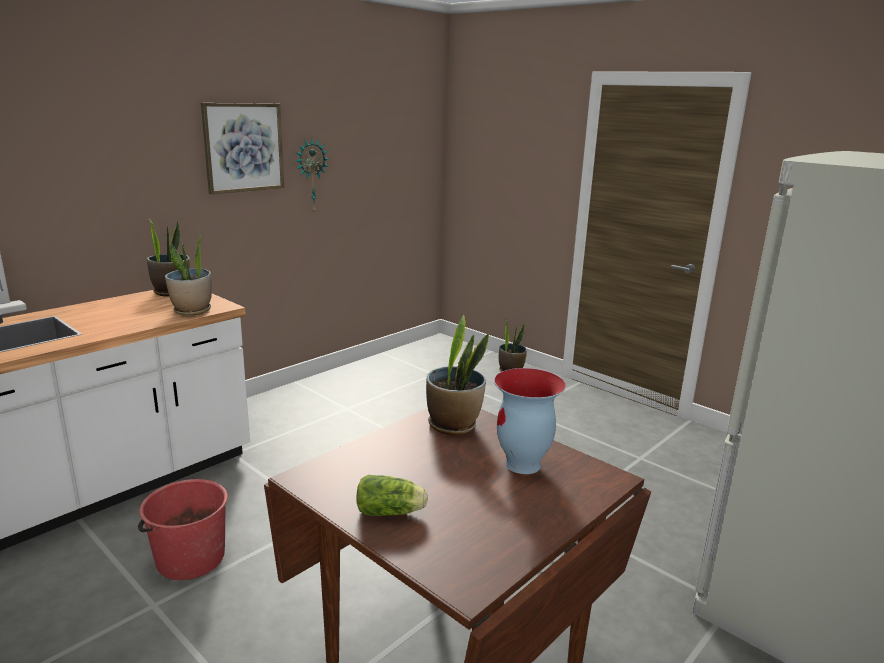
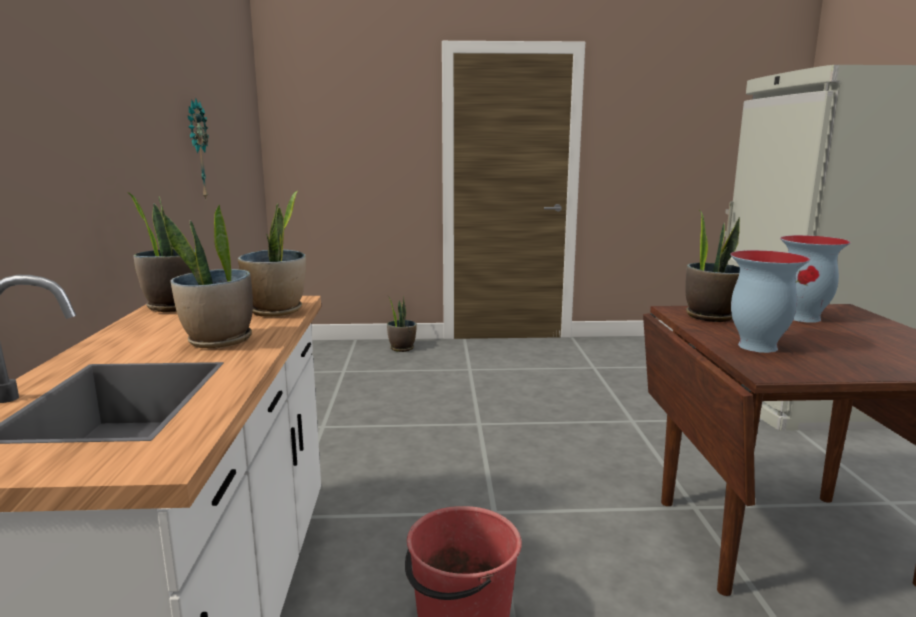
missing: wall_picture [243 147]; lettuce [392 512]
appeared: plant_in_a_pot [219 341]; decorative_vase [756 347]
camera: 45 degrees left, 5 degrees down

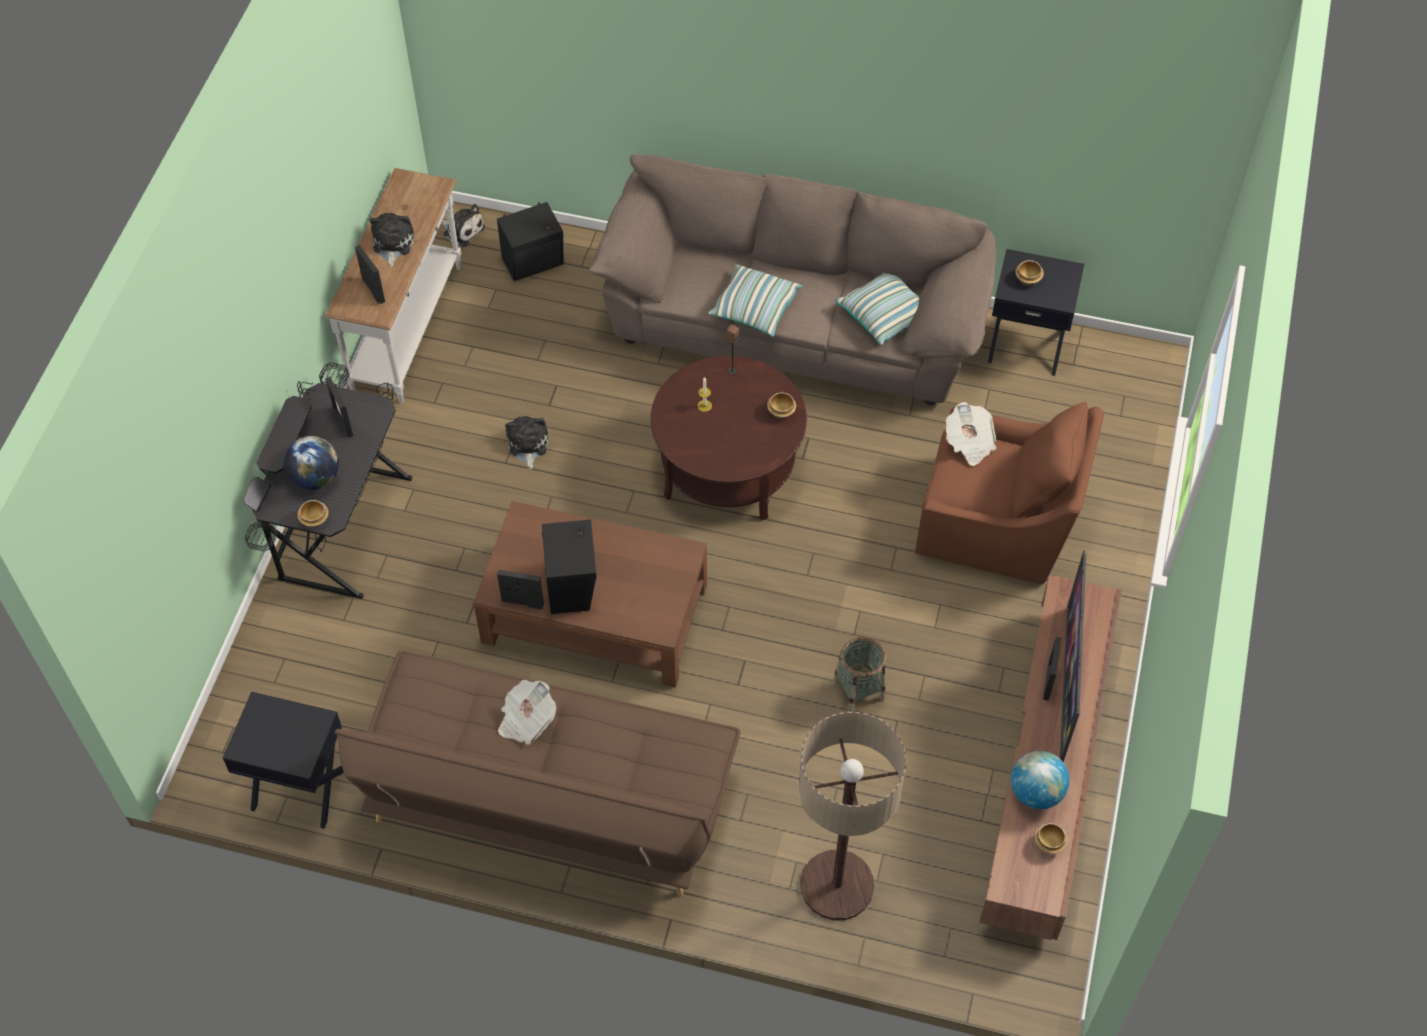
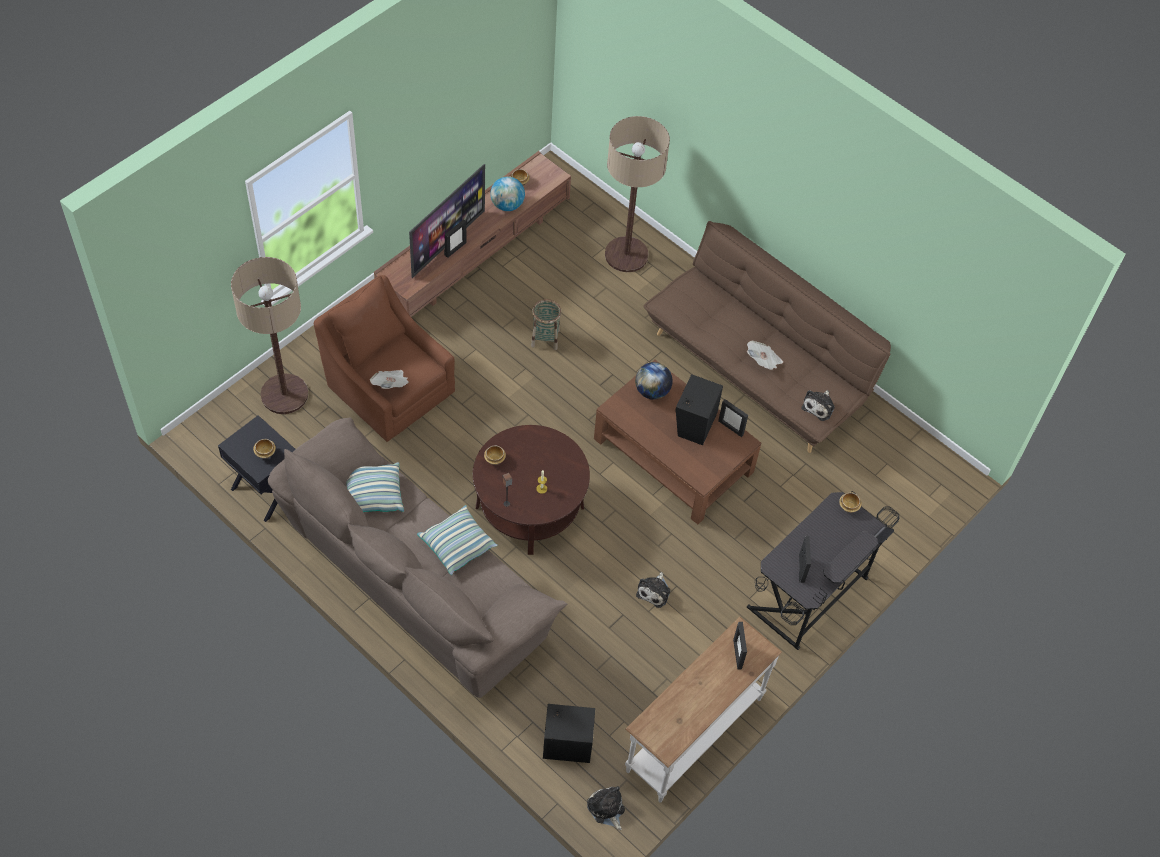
missing: blackish_side_table [300 788]
appeared: floor_lamp [284 394]
relocated: globe [315 478] to [652 391]; cuddly_toy [392 244] to [819 406]
camera: 155 degrees left, 0 degrees up

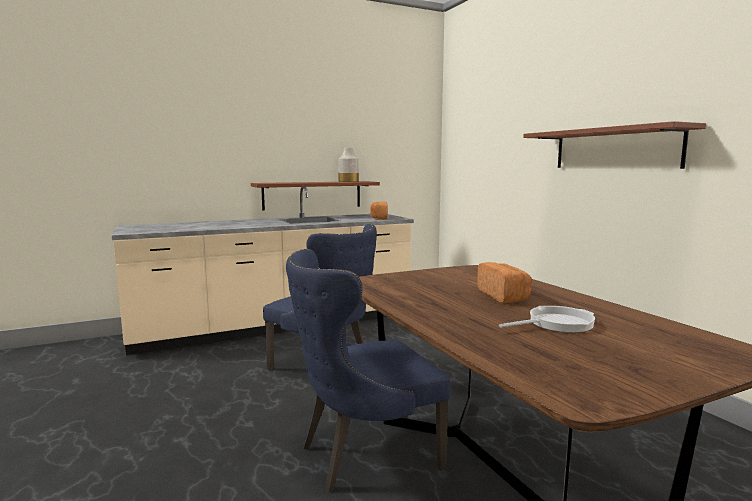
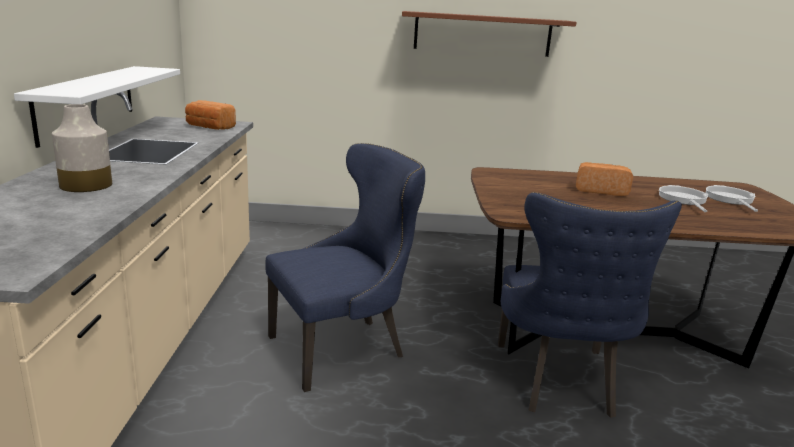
appeared: frying_pan [730 199]
relocated: sand-coloured_decorative_vase [348 181] to [86 184]
colour: brown-coloured_bracket_shelf [312 195] to white_bracket_shelf [87 102]
camera: 65 degrees left, 10 degrees up

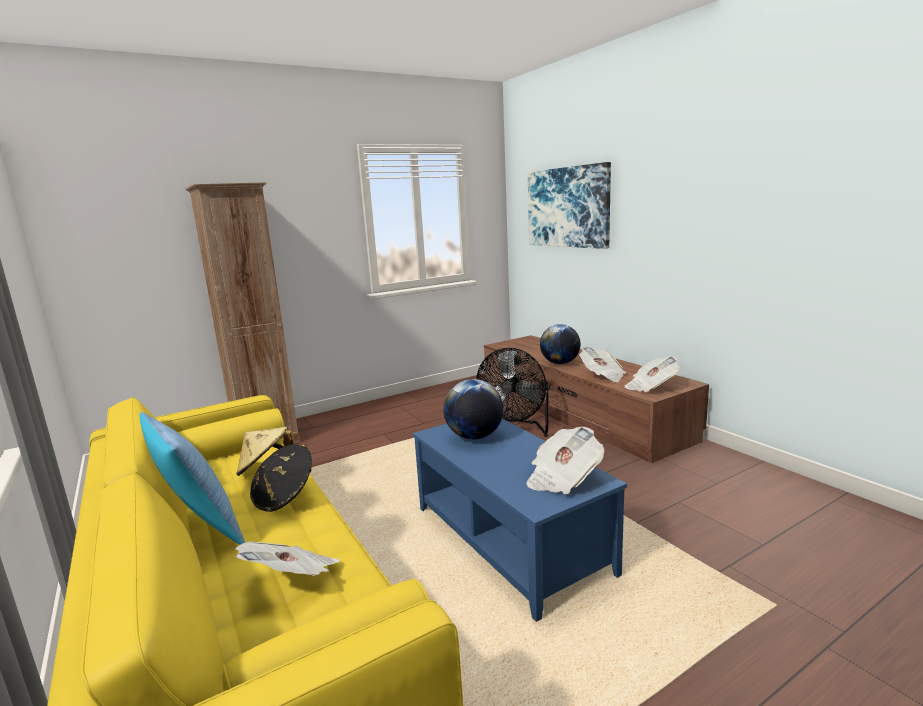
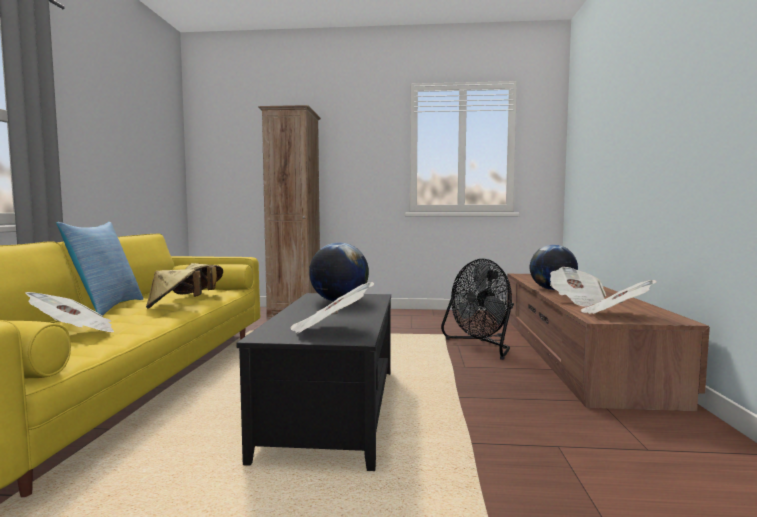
missing: wall_picture [567 207]
colour: blackish_wearable_hat [284 496] to sand-coloured_wearable_hat [172 306]; bluish_low_table [508 540] to blackish_low_table [331 410]
camera: 35 degrees right, 10 degrees down

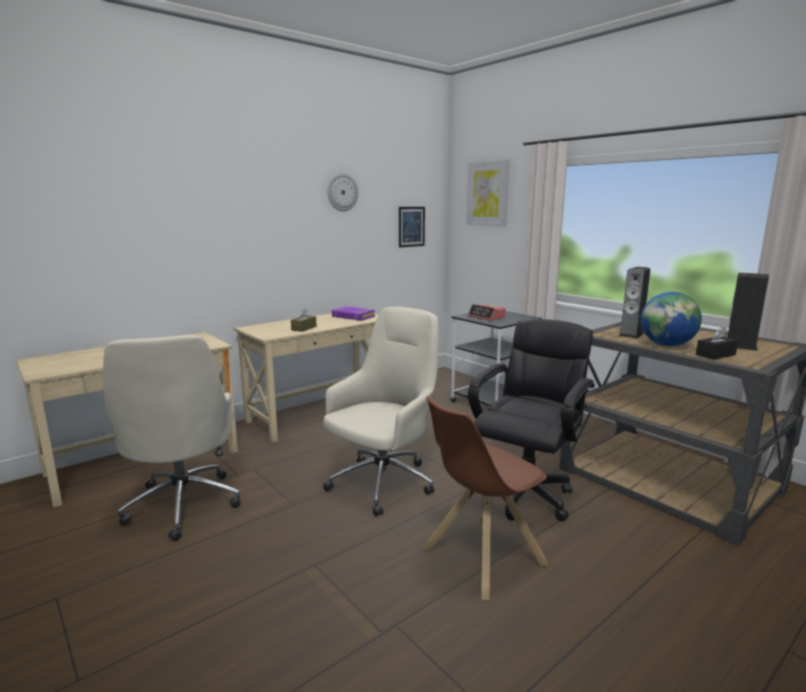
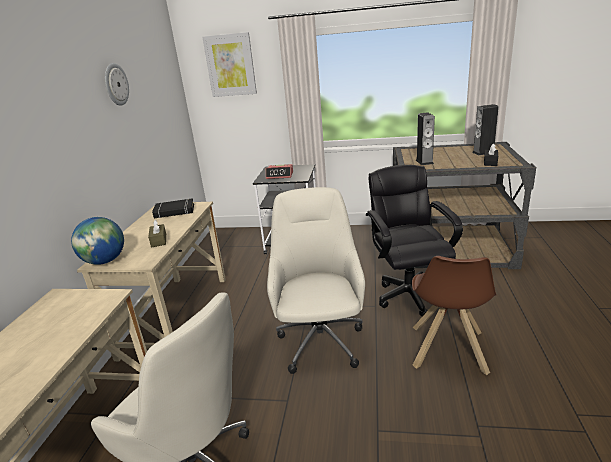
missing: wall_picture [411 226]
relocated: globe [667 345] to [105 261]
colour: purplish_volume [353 317] to blackish_volume [174 211]
camera: 40 degrees left, 10 degrees up

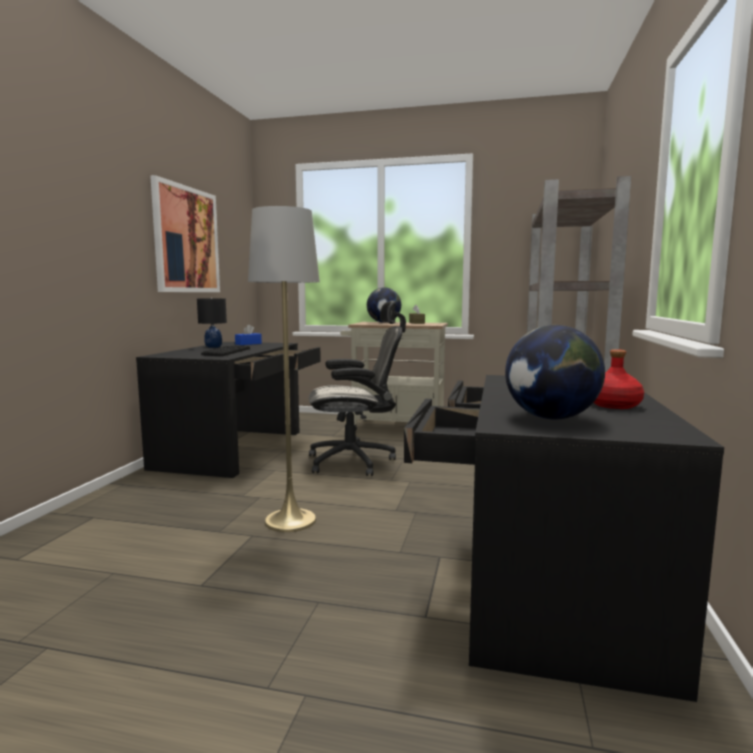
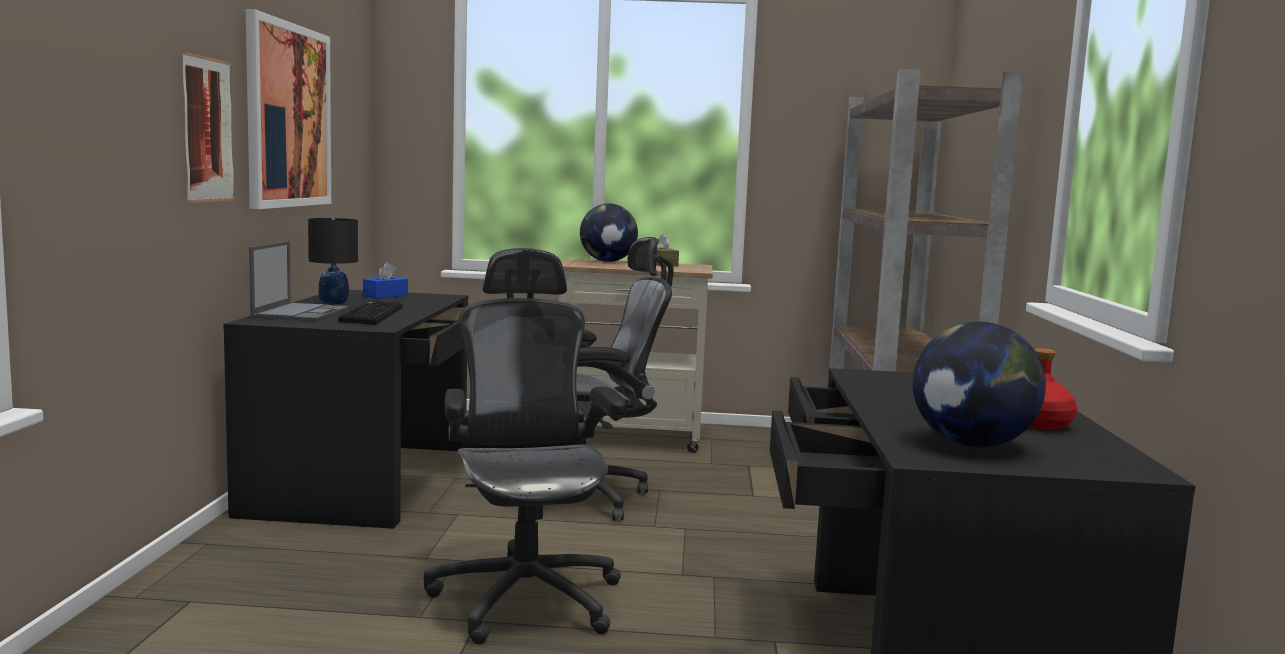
appeared: wall_picture [207 130]; notebook_computer [301 313]
exchanged: gray_floor_lamp [290 520] to office_chair [526 595]
camera: 10 degrees left, 0 degrees up

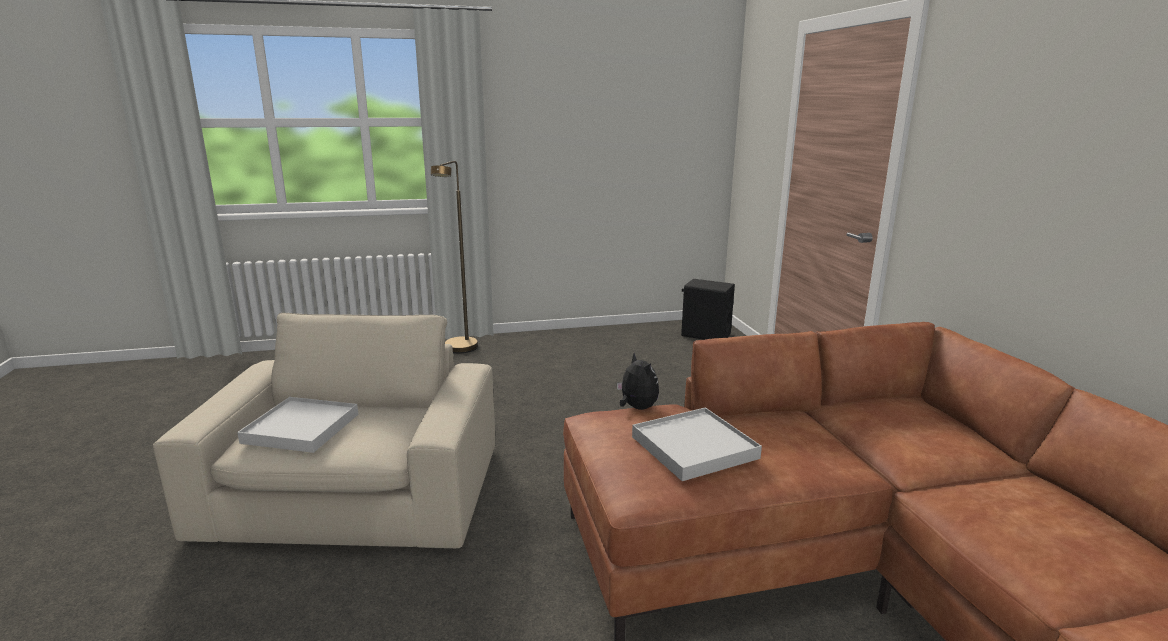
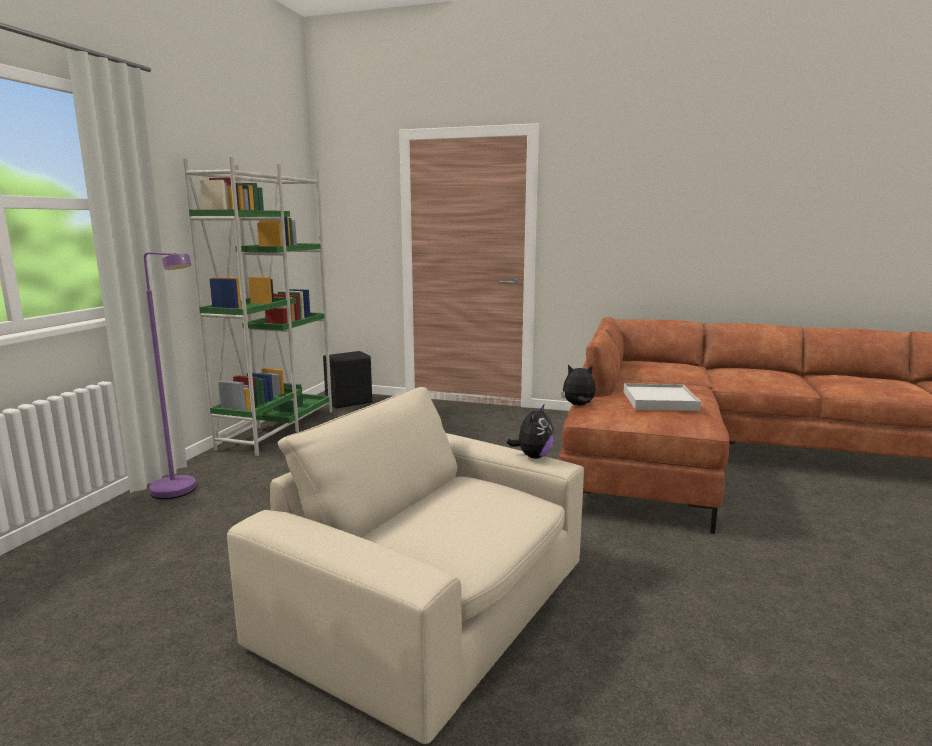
missing: white_serving_tray [301 428]
appeared: green-coloured_bookcase [278 429]; cuddly_toy [533 456]
colour: brown-coloured_floor_lamp [459 351] to purplish_floor_lamp [181 492]
camera: 60 degrees left, 5 degrees down

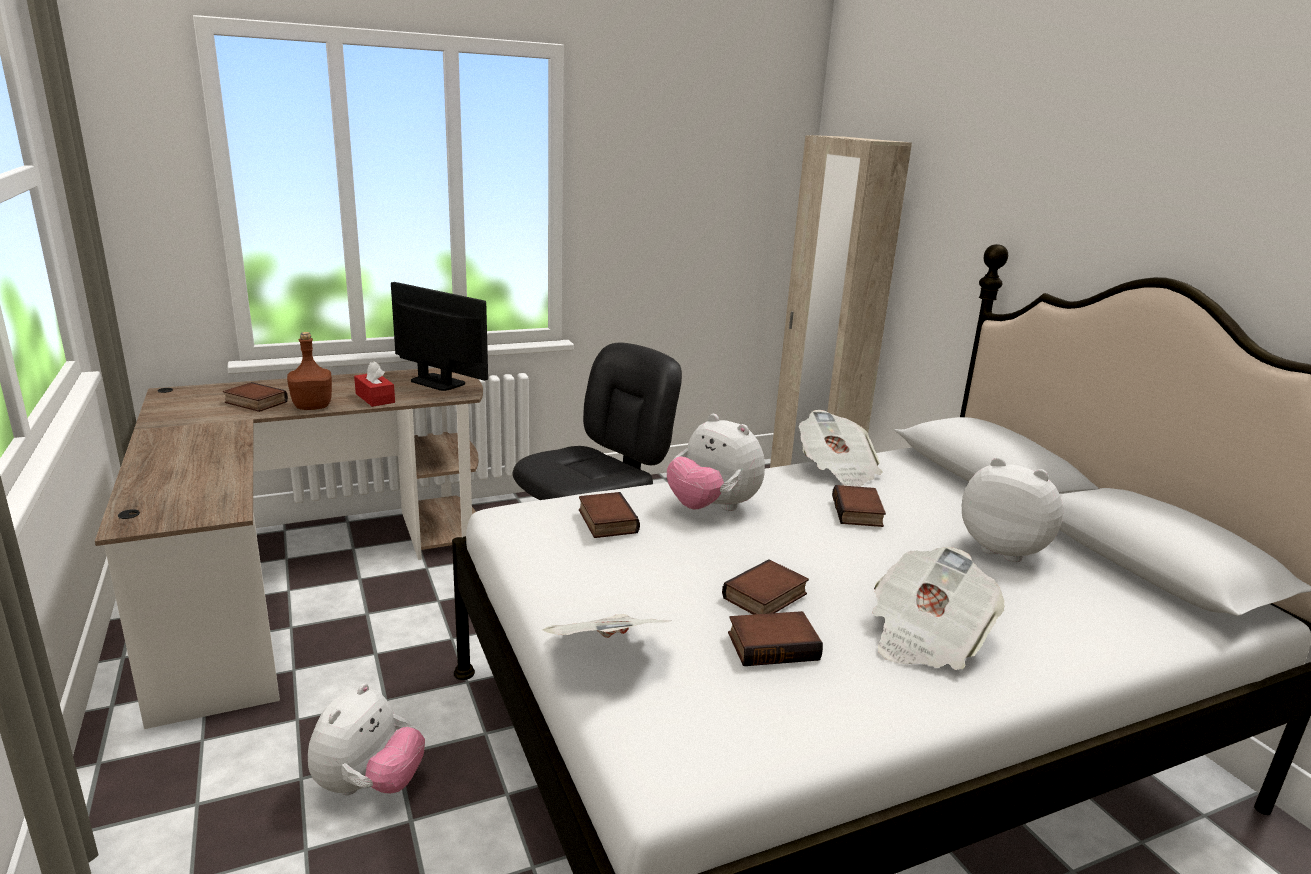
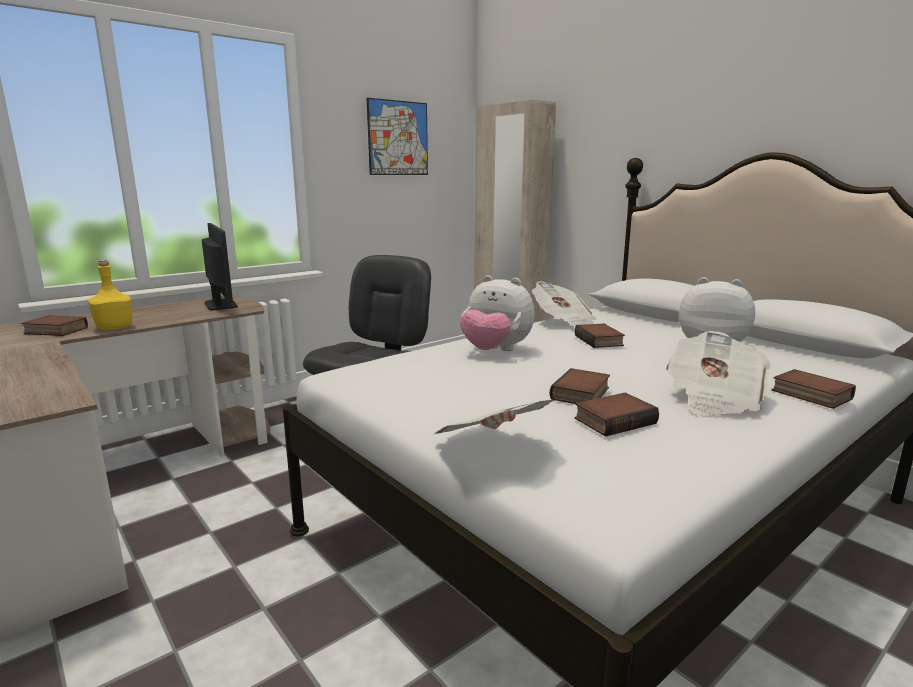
missing: cuddly_toy [369 785]; reddish_tissue_holder [375 398]
appeared: wall_picture [398 138]
relocated: volume [605 521] to [809 395]
colour: brown-coloured_beverage_bottle [313 407] to yellow_beverage_bottle [115 328]
spun: computer_display [437 382] = [220 305] 45 degrees clockwise
camera: 15 degrees left, 5 degrees down

